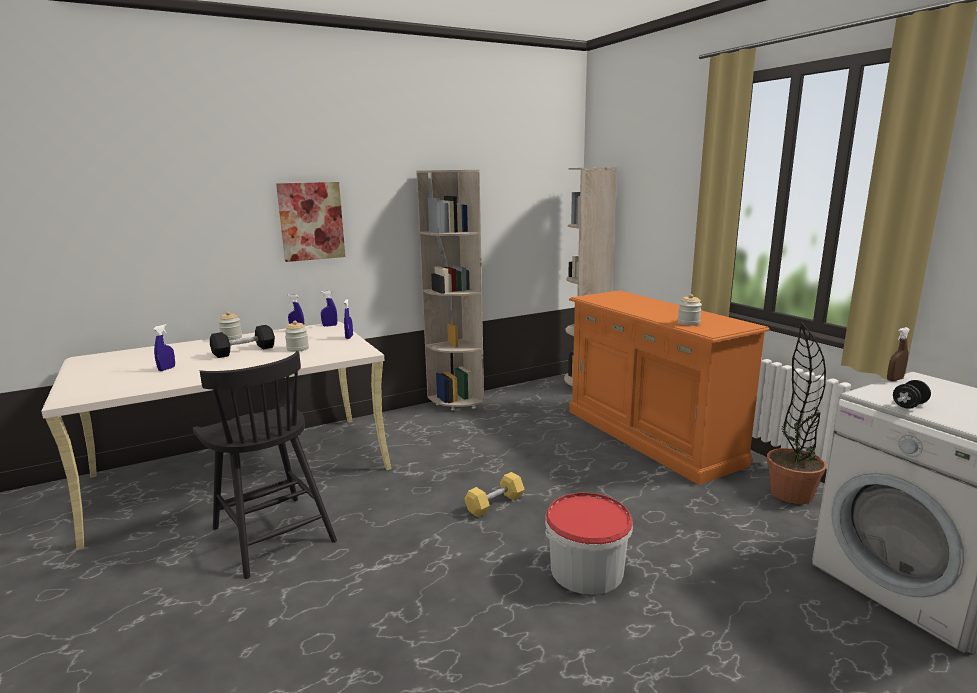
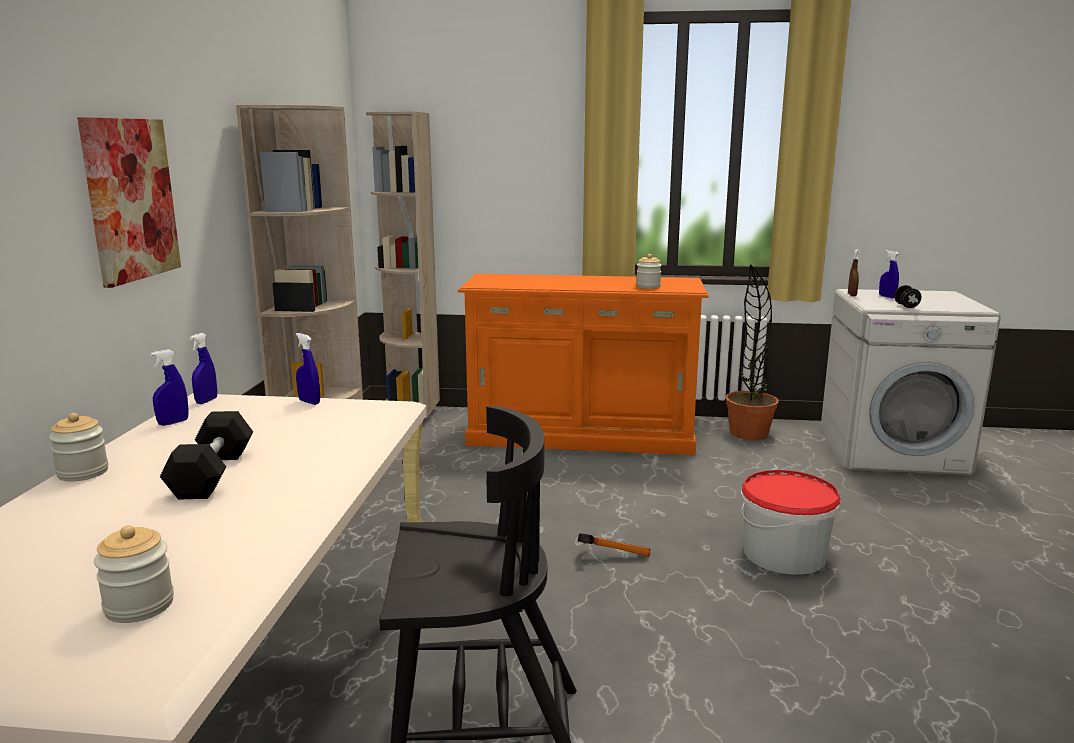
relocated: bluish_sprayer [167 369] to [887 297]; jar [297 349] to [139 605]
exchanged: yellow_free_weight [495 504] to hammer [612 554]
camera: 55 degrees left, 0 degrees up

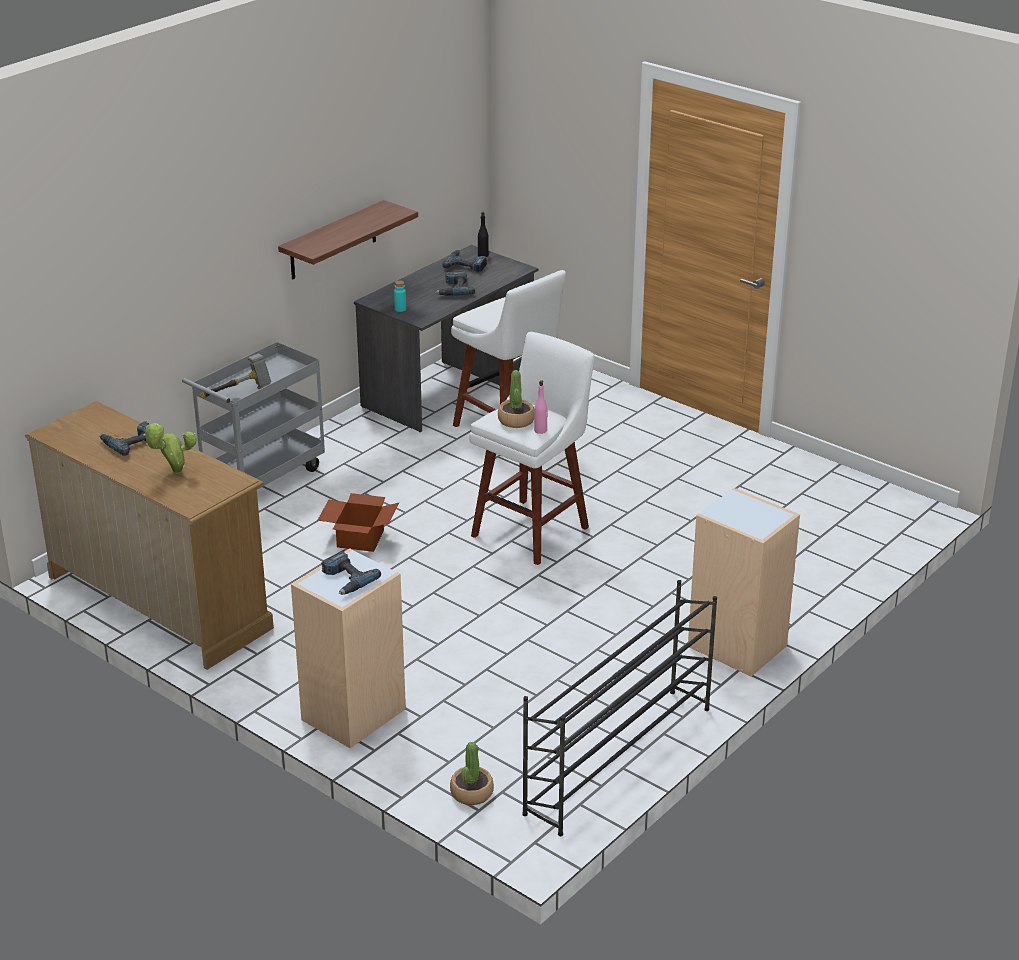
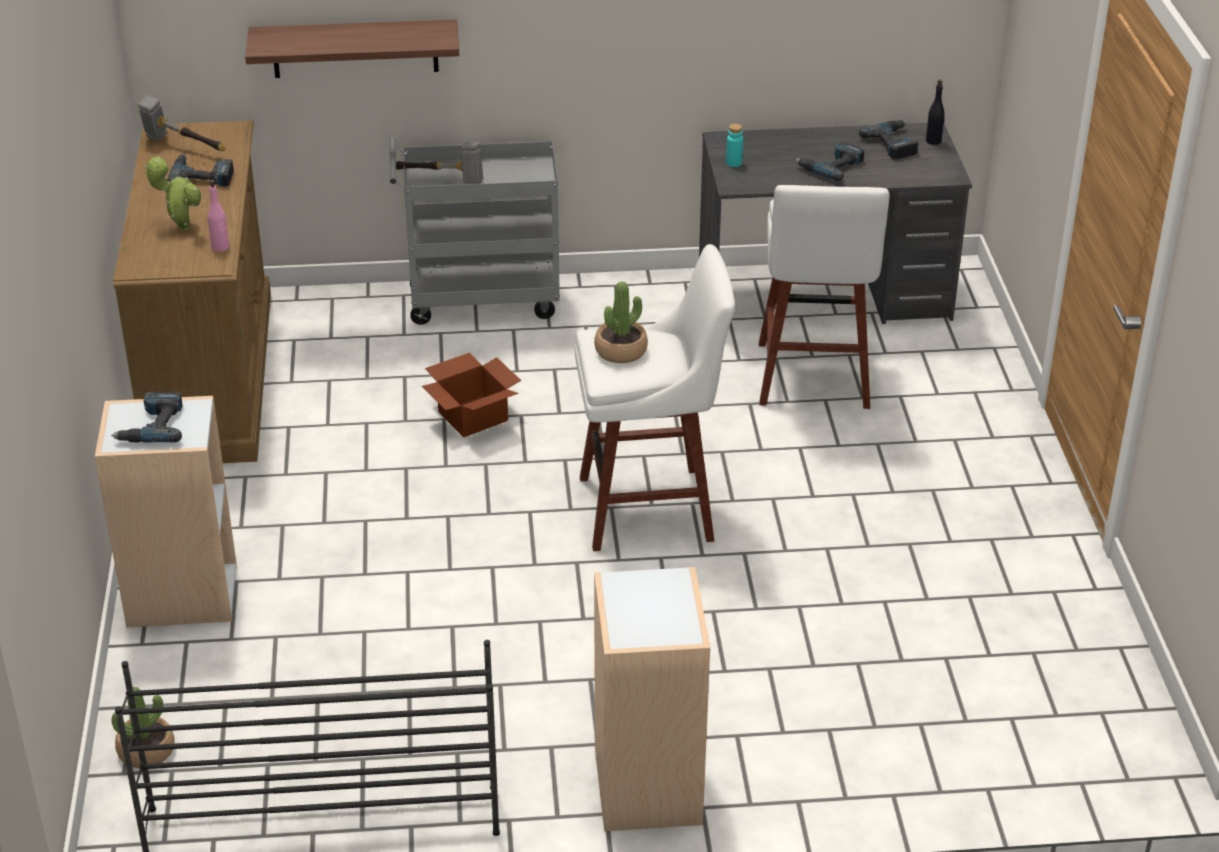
appeared: hammer [183 147]
relocated: bracket_shelf [333 241] to [355 48]; pinkish_beverage_bottle [540 430] to [220 247]
camera: 45 degrees right, 5 degrees up

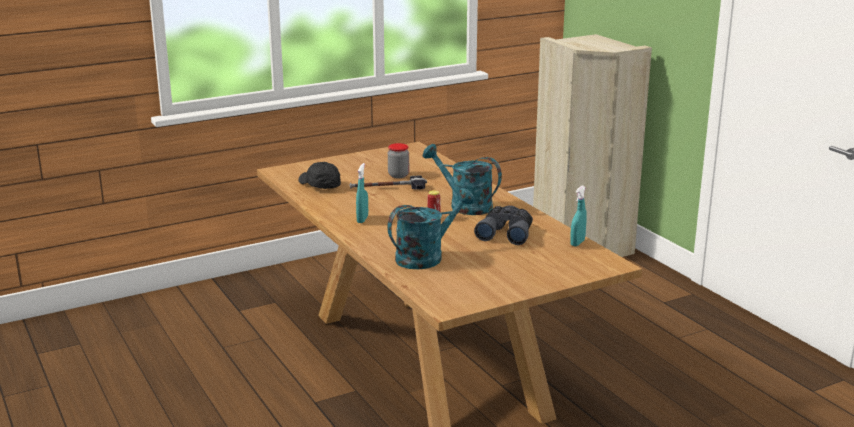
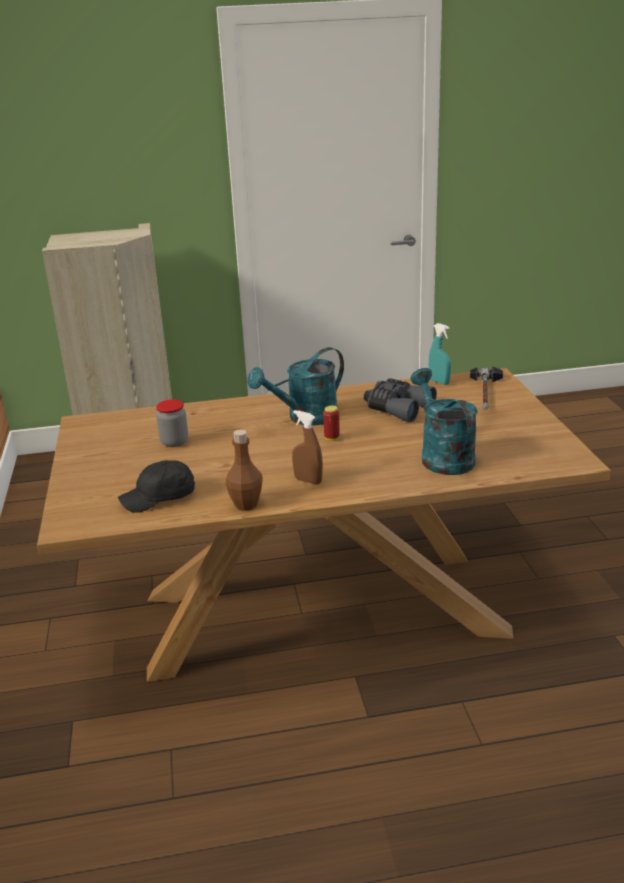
appeared: brown-coloured_beverage_bottle [246 504]
relocated: hammer [388 188] to [486 392]
colour: blue-green_sprayer [362 219] to brown-coloured_sprayer [308 481]
camera: 70 degrees left, 5 degrees up

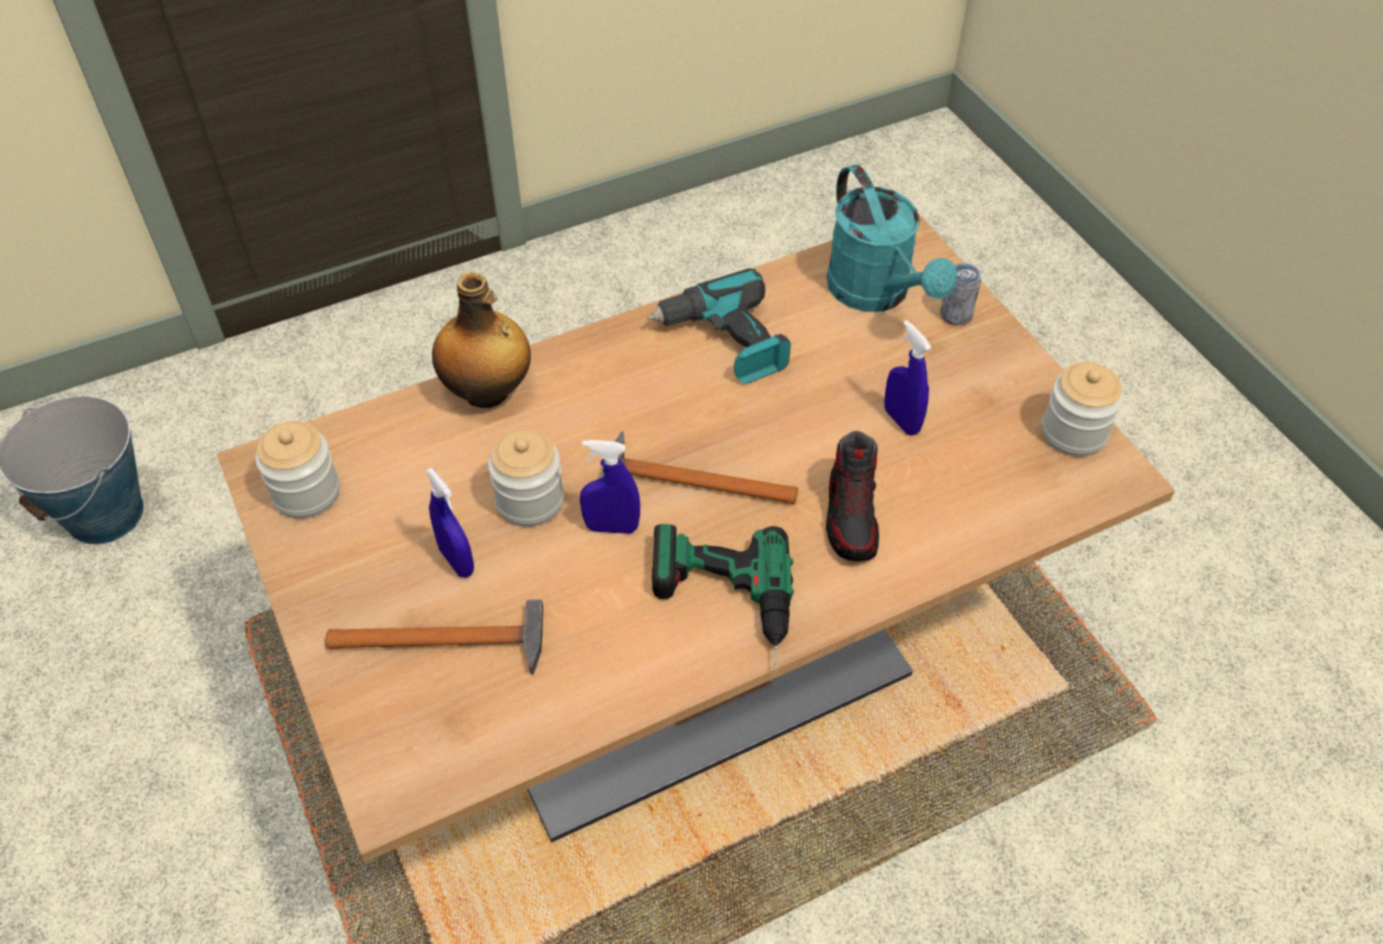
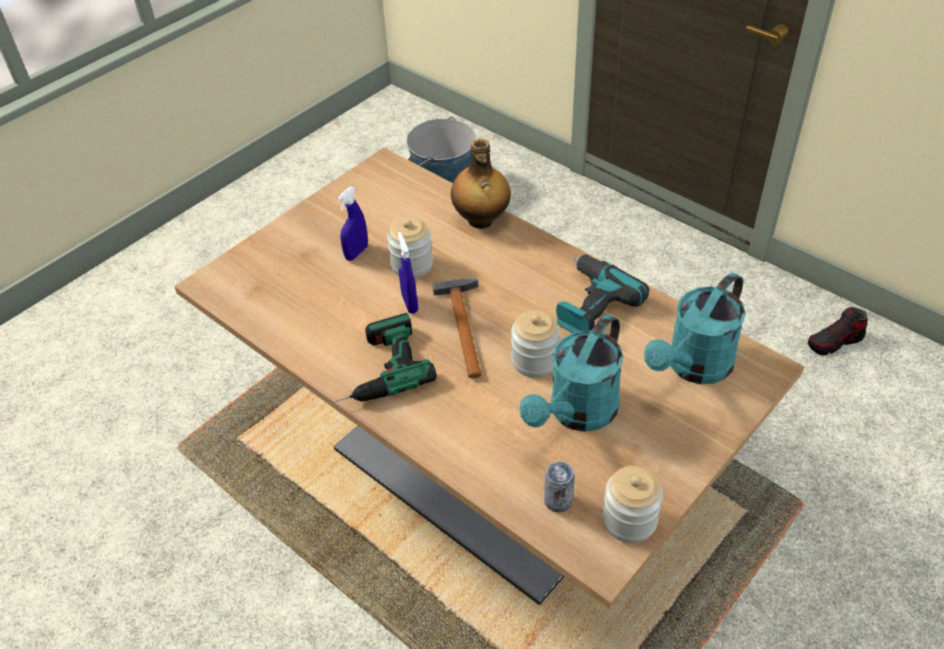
missing: hammer [448 642]
relocated: jar [306 492] to [534 360]; shoe [852 515] to [835 342]; can [955 315] to [558 501]
exchanged: bluish_sprayer [901 421] to blue-green_watering_pot [577 414]
camera: 70 degrees right, 5 degrees down

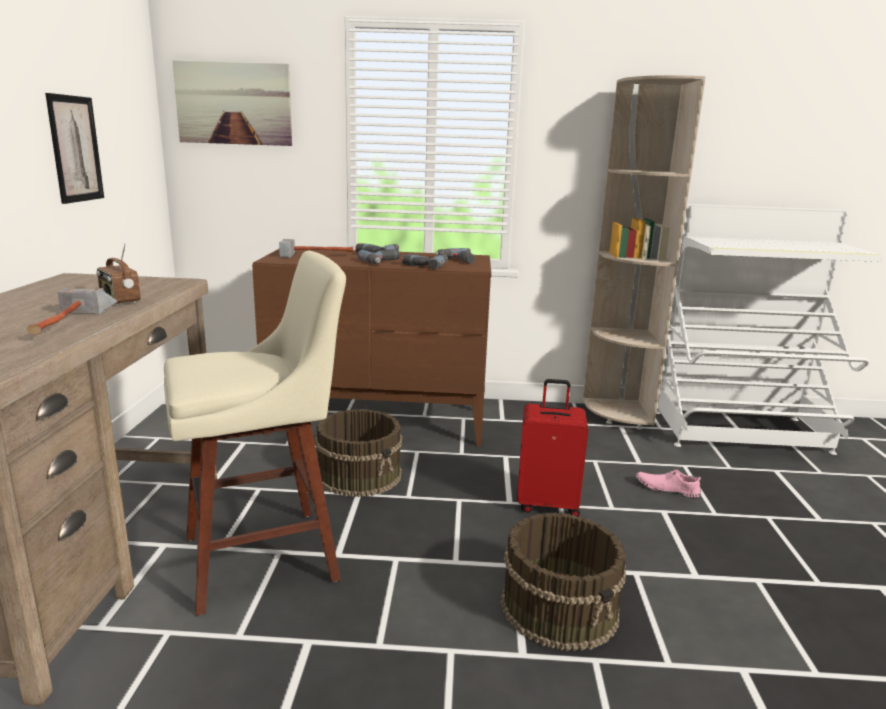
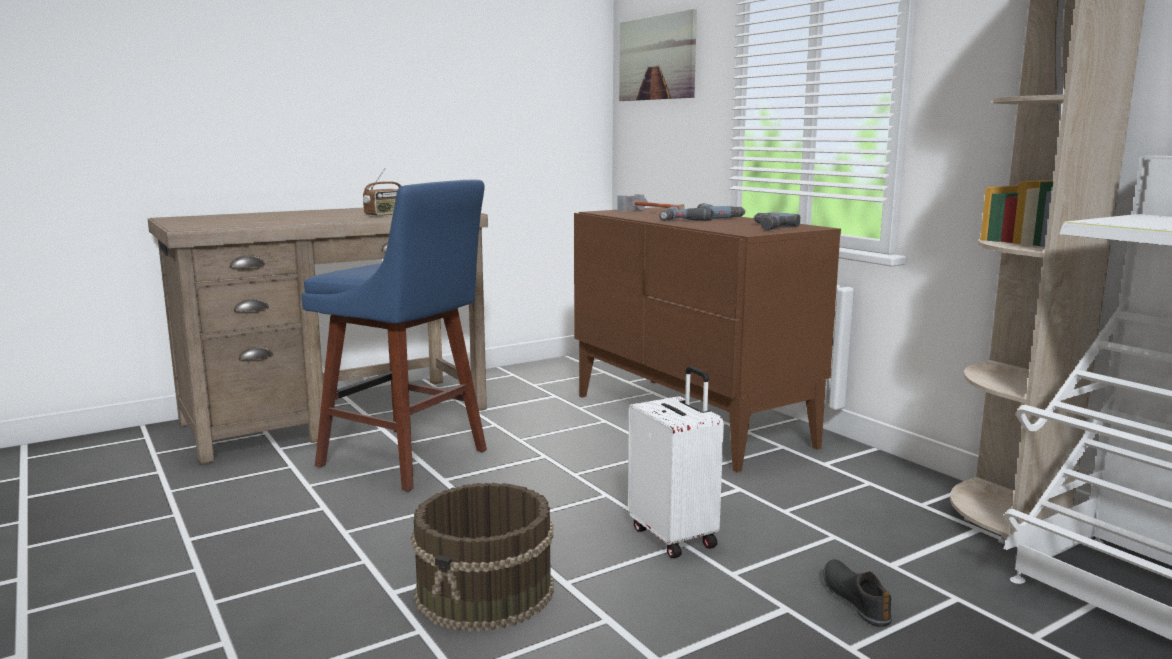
missing: hammer [71 325]; wall_picture [75 149]; brown-coloured_pail [360 474]; power_drill [425 265]
colour: sand-coloured_sitting_stool [265 558] to bluish_sitting_stool [405 460]; reddish_suitcase [547 504] to white_suitcase [675 536]; pinkish_shoe [667 488] to blackish_shoe [855 598]
spun: radio_set [119 300] = [386 215] 150 degrees counterclockwise
camera: 55 degrees right, 5 degrees down

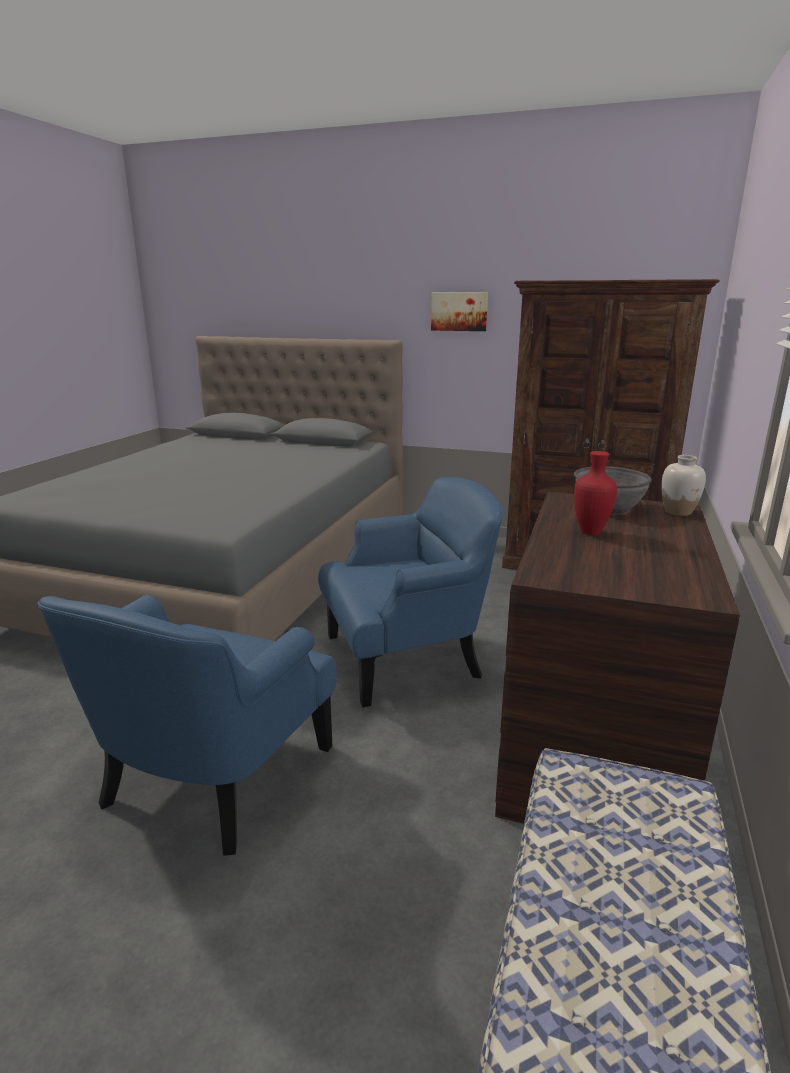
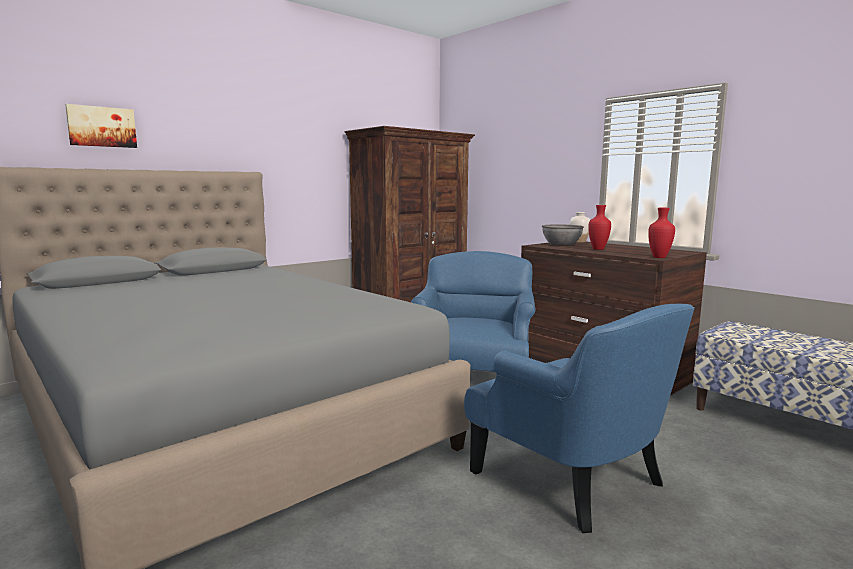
appeared: reddish_decorative_vase [659 257]
relocated: wall_picture [459 311] to [102 127]
camera: 60 degrees left, 10 degrees down

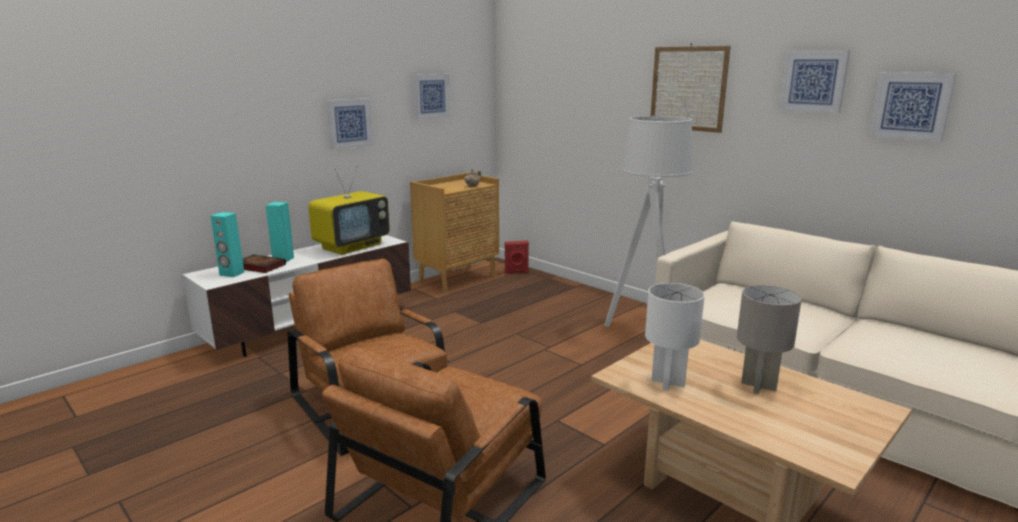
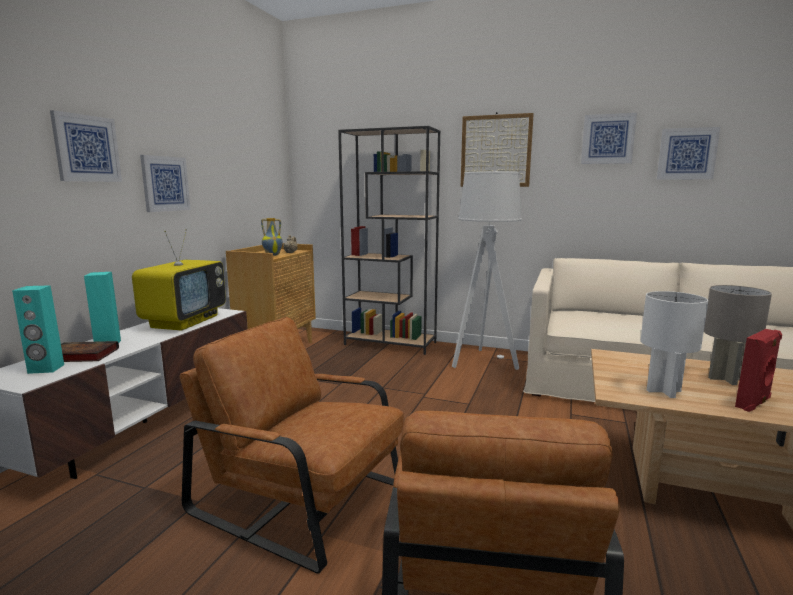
appeared: decorative_vase [273 255]; bookcase [391 343]
relocated: wall_picture [431 96] to [86 148]; reddish_speaker [516 273] to [754 403]
camera: 25 degrees left, 5 degrees down

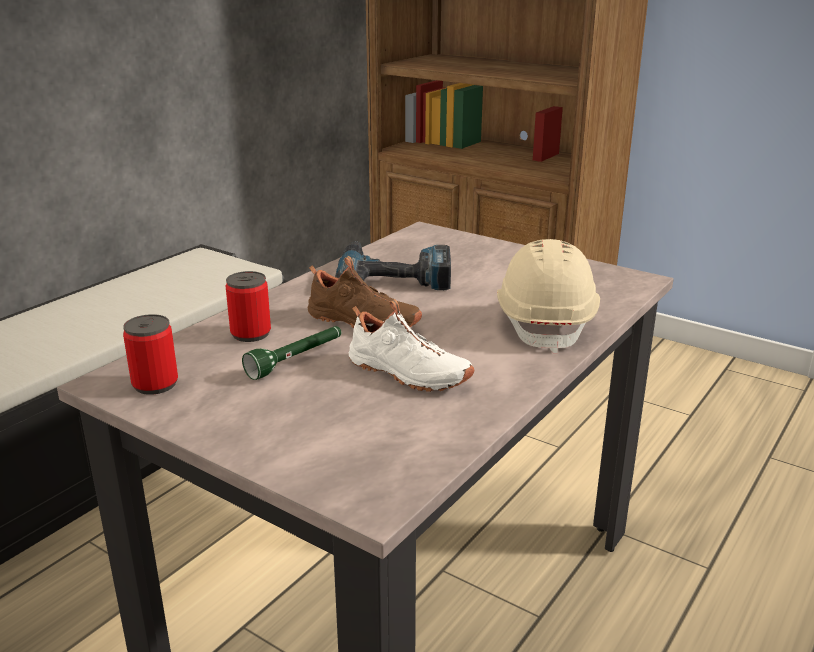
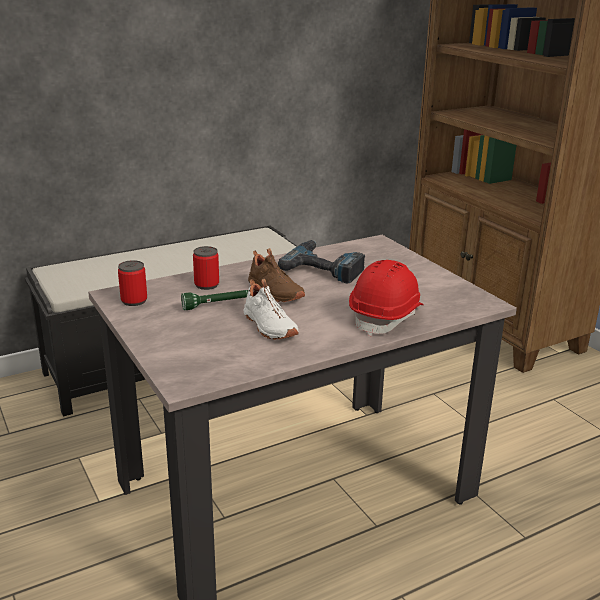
colour: sand-coloured_work_helmet [545 323] to reddish_work_helmet [386 317]
camera: 25 degrees right, 0 degrees up

